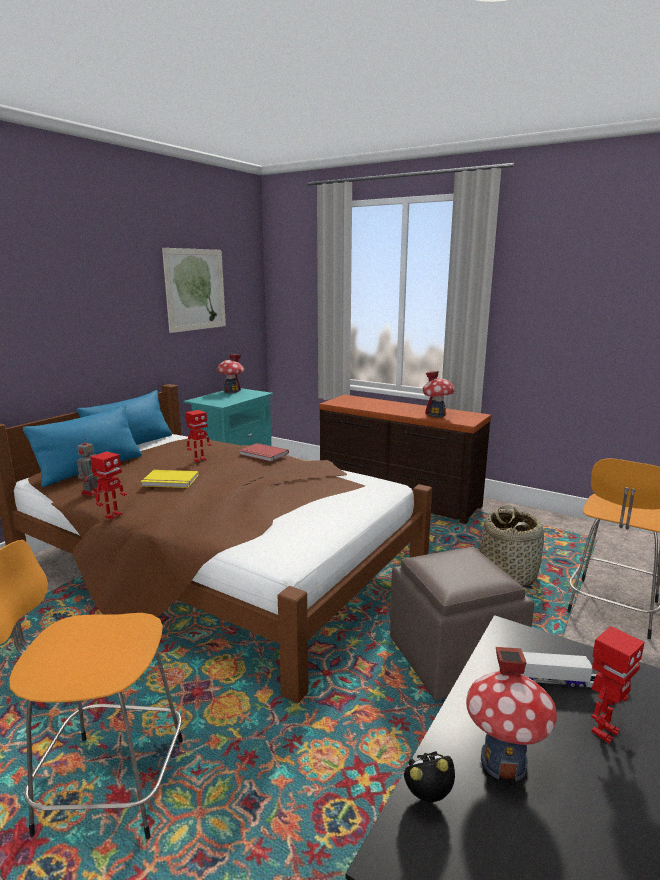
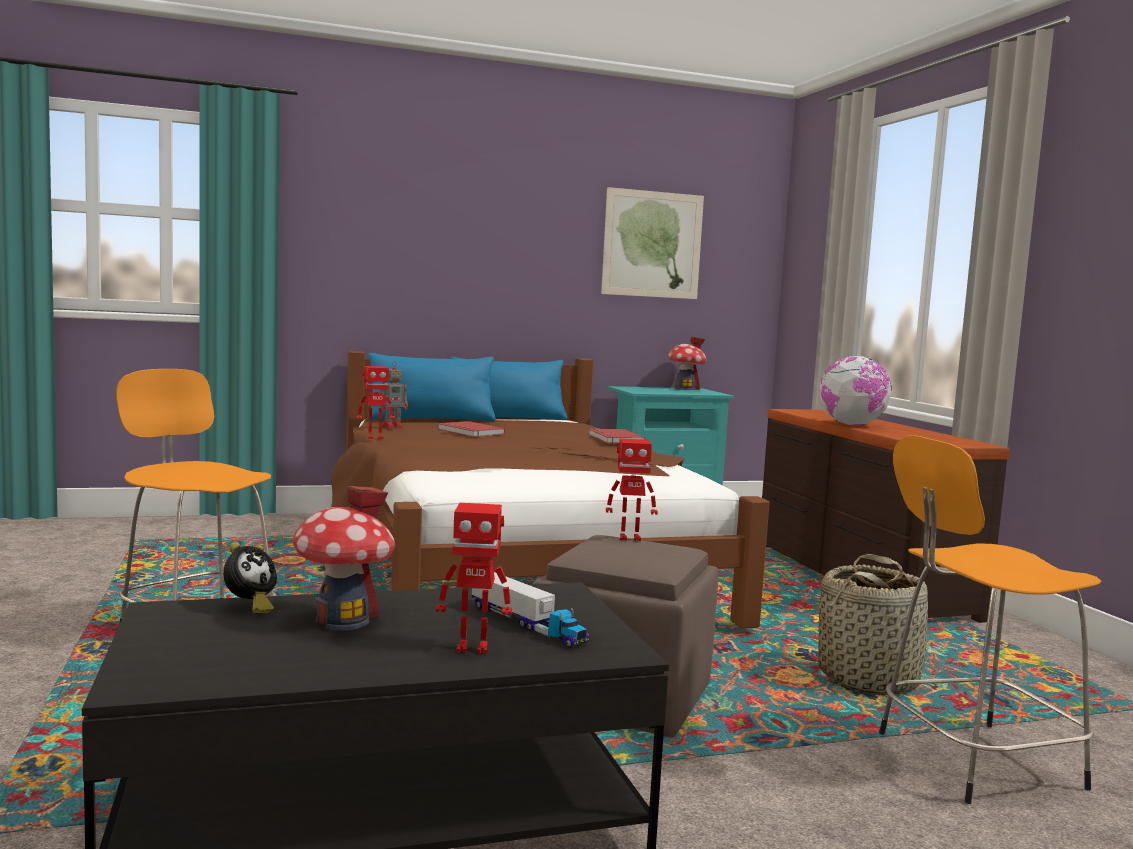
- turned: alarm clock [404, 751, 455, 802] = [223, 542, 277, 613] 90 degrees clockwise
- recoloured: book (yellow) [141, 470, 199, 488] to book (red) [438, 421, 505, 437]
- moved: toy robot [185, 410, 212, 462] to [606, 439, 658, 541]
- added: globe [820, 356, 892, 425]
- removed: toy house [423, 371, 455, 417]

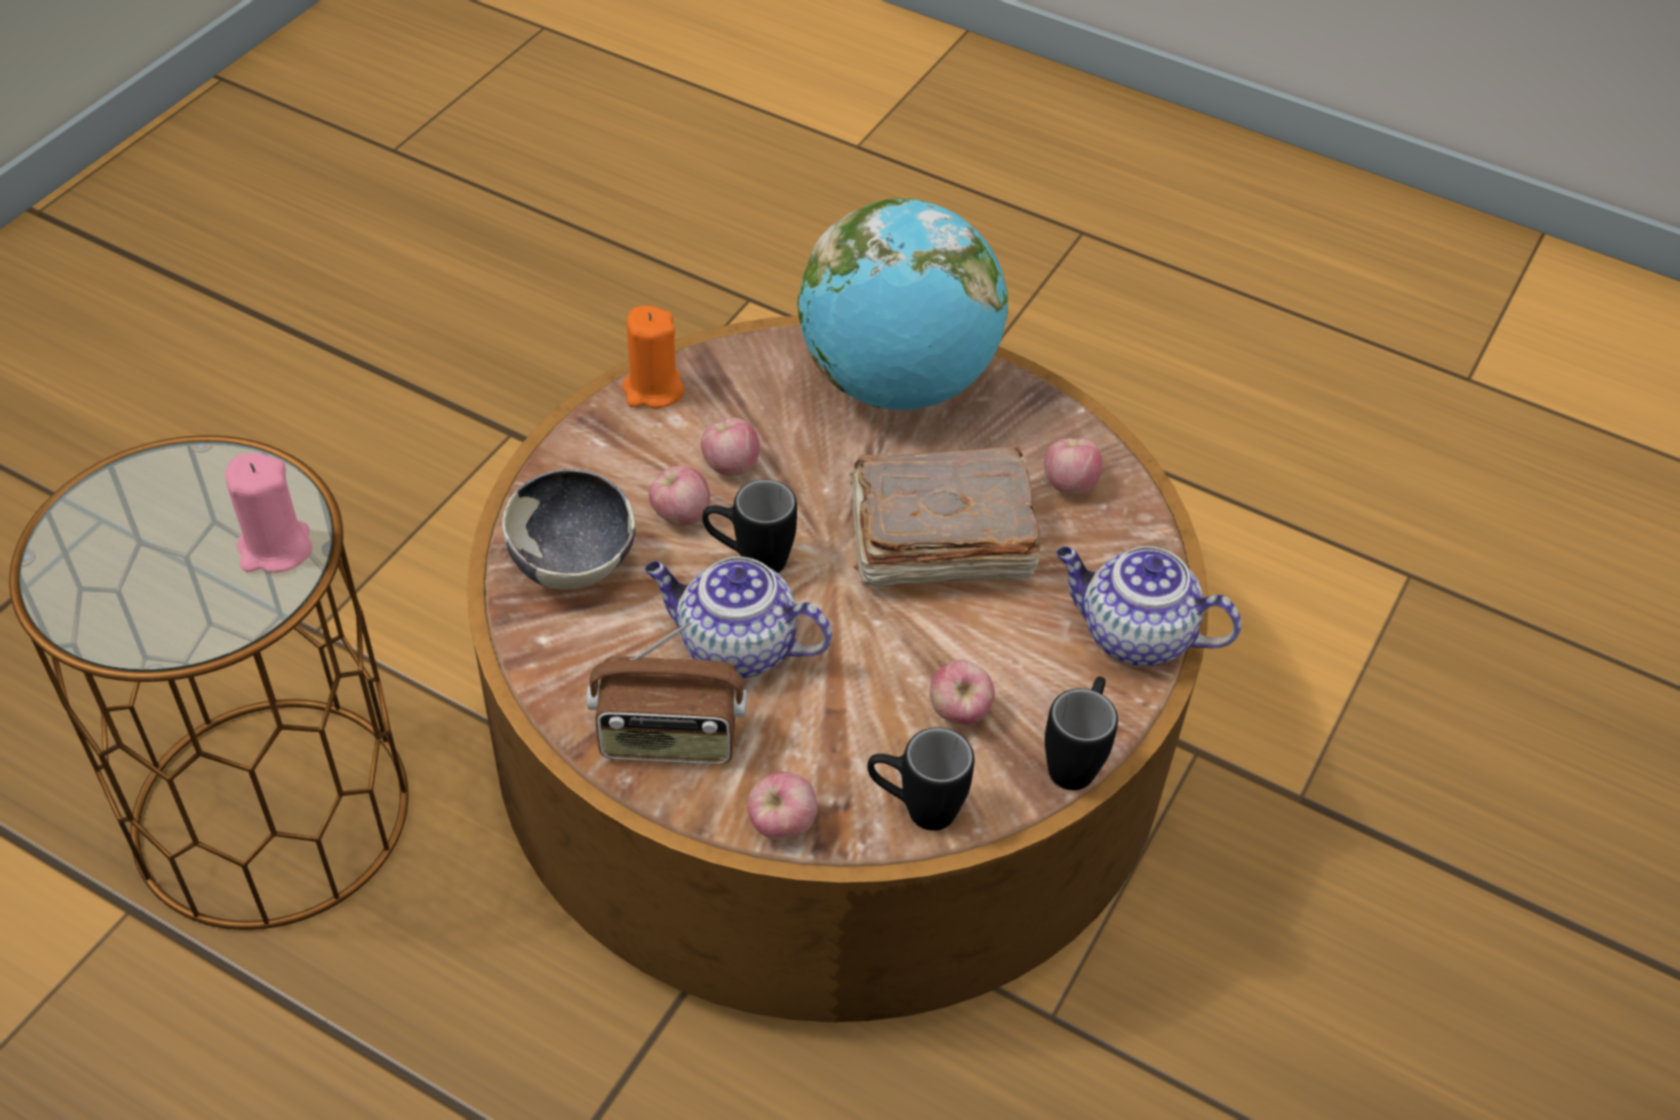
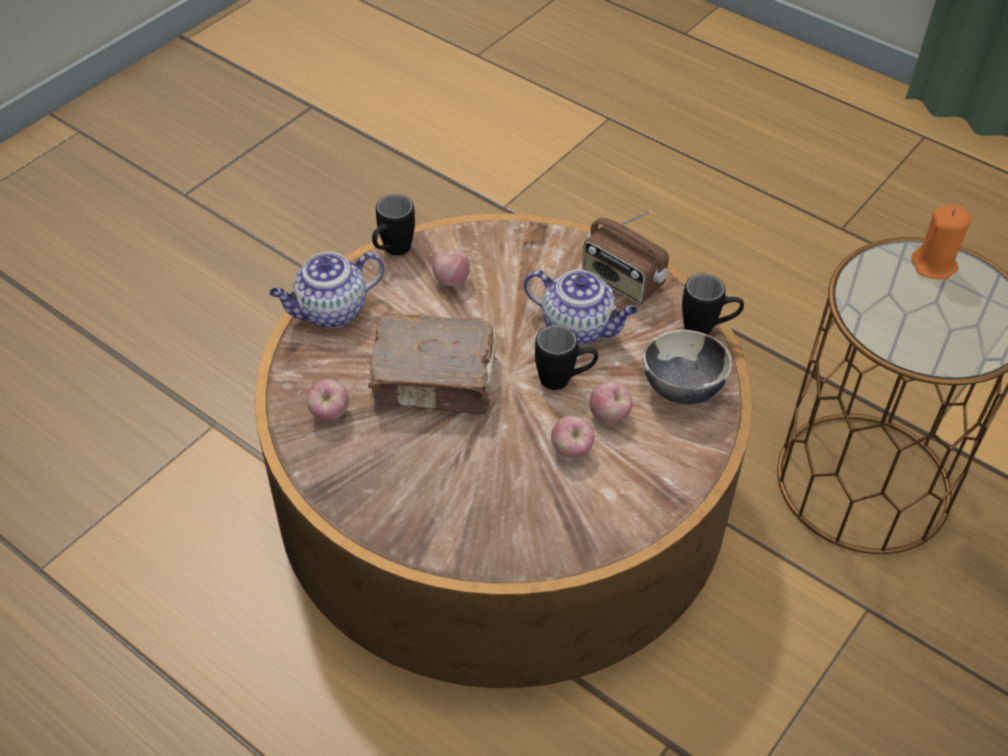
- turned: teapot [1056, 546, 1242, 667] = [269, 252, 385, 328] 120 degrees clockwise
- turned: radio [587, 621, 747, 764] = [582, 211, 669, 305] 150 degrees counterclockwise
- moved: mug (black) [867, 727, 974, 831] to [682, 273, 744, 335]
- moved: candle (orange) [622, 306, 684, 409] to [911, 205, 970, 280]
- removed: candle (pink) [225, 453, 312, 573]
- removed: apple [747, 772, 818, 840]
- removed: globe [798, 198, 1008, 410]

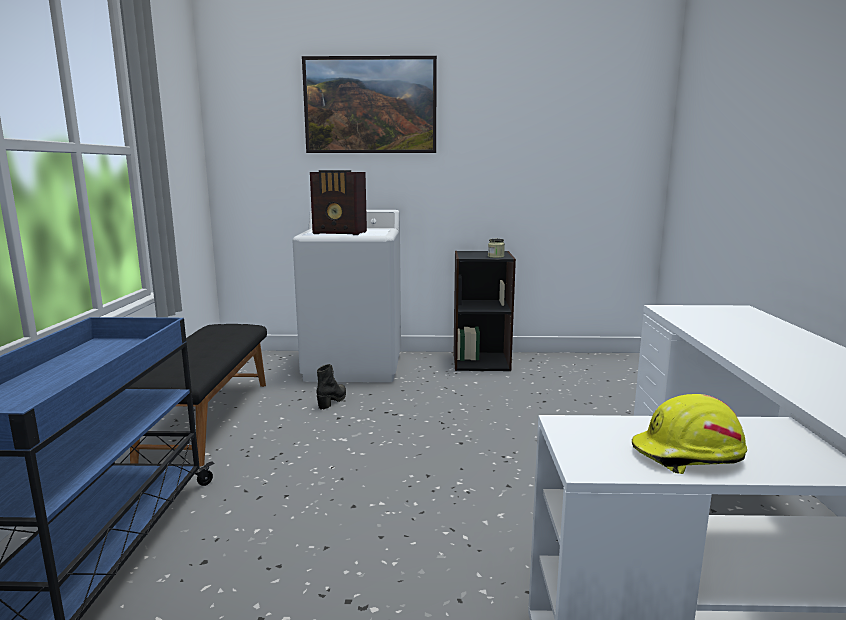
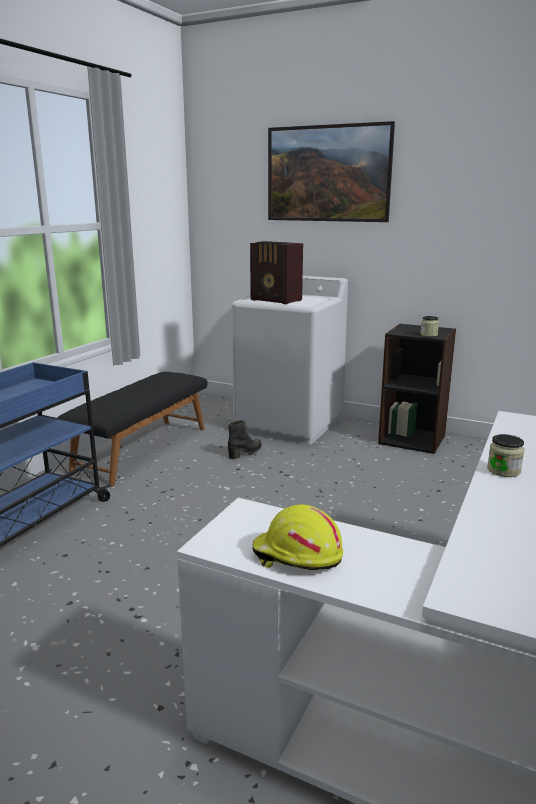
- added: jar [487, 434, 524, 477]

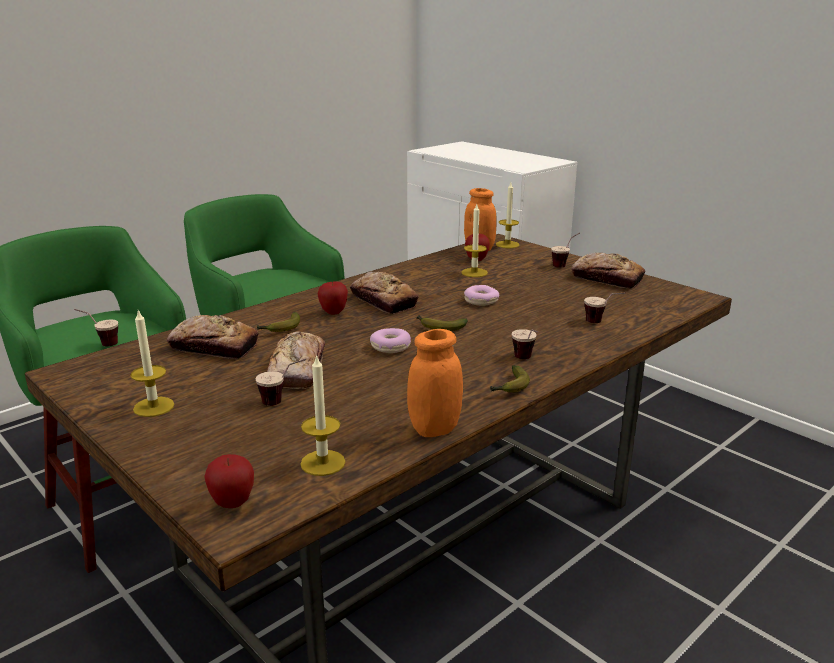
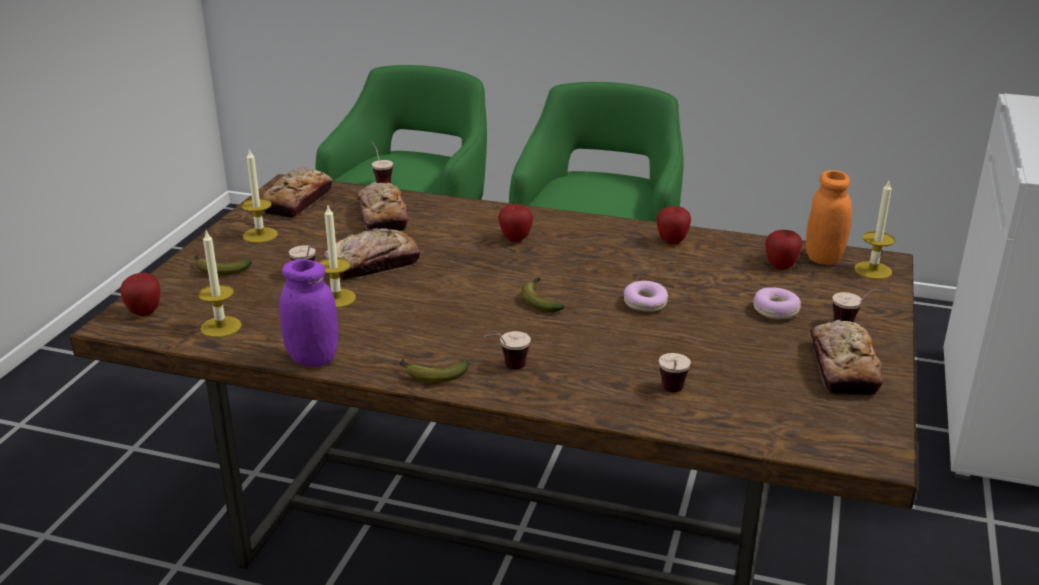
- moved: banana [257, 312, 300, 332] to [194, 255, 252, 275]
- moved: bread [350, 272, 419, 314] to [261, 167, 333, 219]
- recoloured: jar (orange) [407, 329, 463, 437] to jar (purple) [279, 259, 338, 367]
- moved: candle [461, 204, 488, 277] to [319, 206, 356, 308]
- added: apple [656, 206, 691, 244]
- moved: donut [370, 328, 411, 353] to [753, 287, 801, 319]

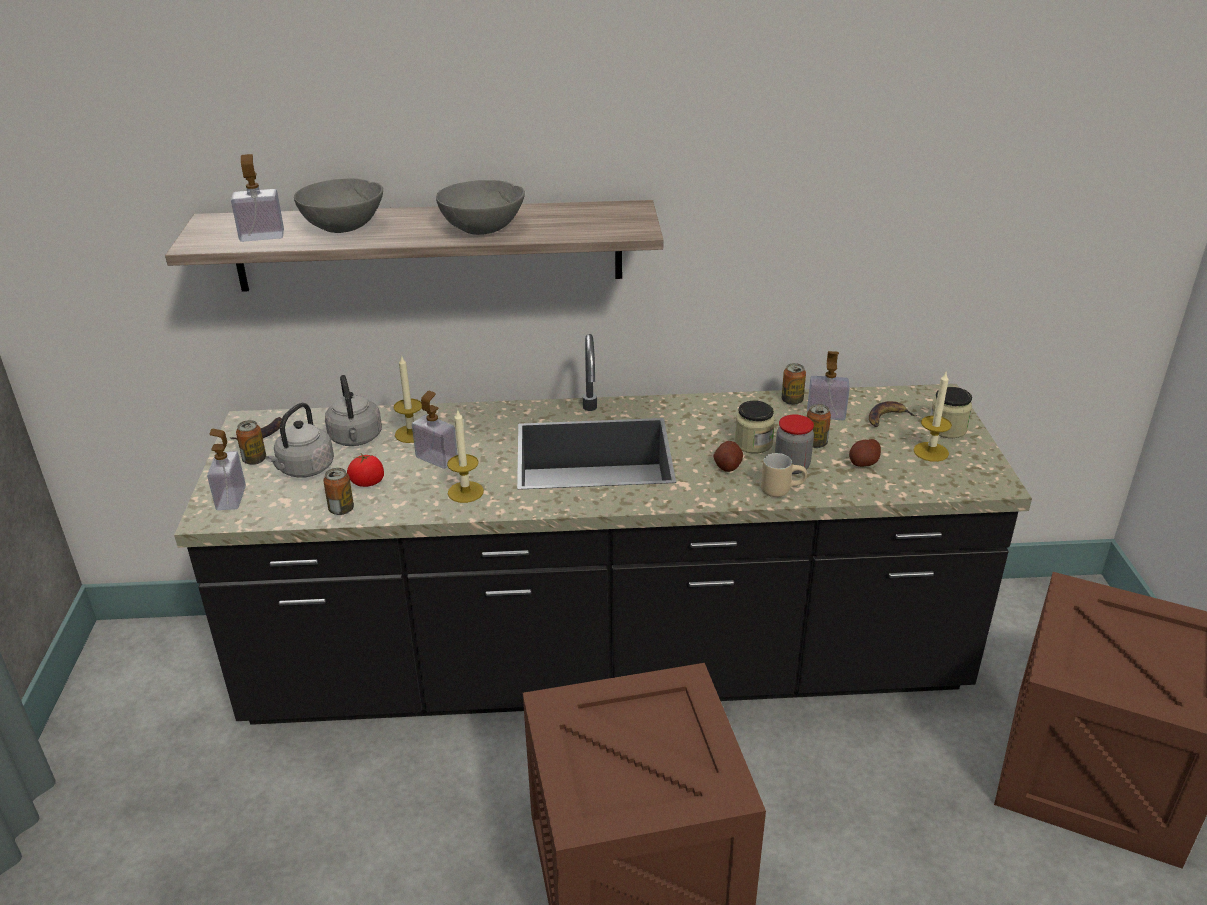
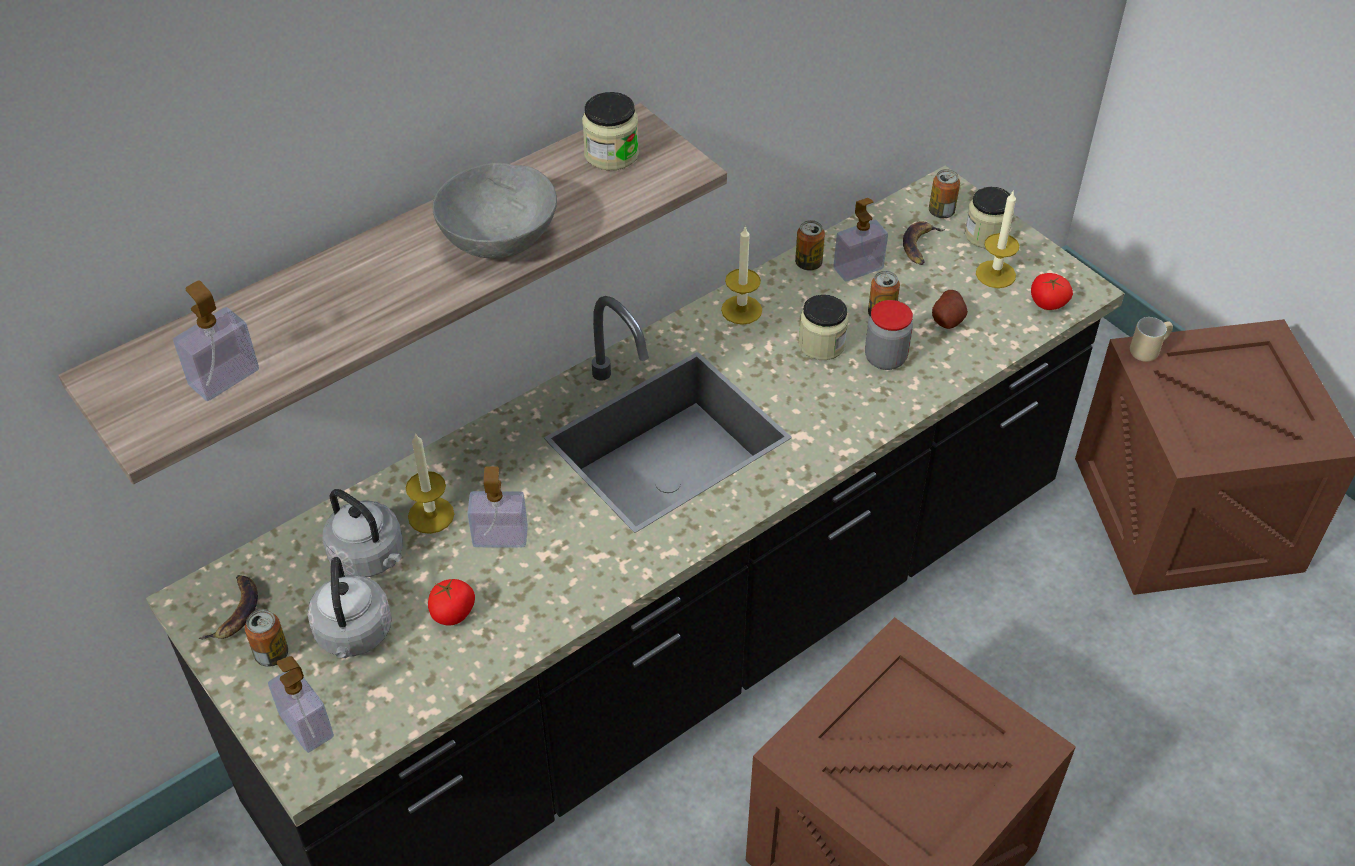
- added: jar [582, 92, 639, 170]
- moved: candle [447, 409, 484, 503] to [721, 226, 762, 325]
- moved: can [323, 468, 354, 515] to [929, 169, 960, 219]
- added: tomato [1031, 273, 1073, 310]
- moved: mug (beige) [761, 453, 807, 497] to [1130, 317, 1173, 362]
- removed: bowl (grey) [294, 178, 383, 233]
- removed: potato [713, 441, 743, 472]

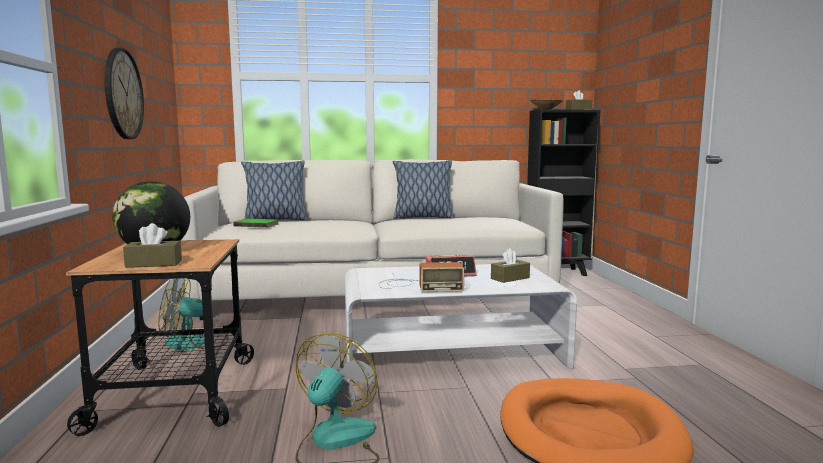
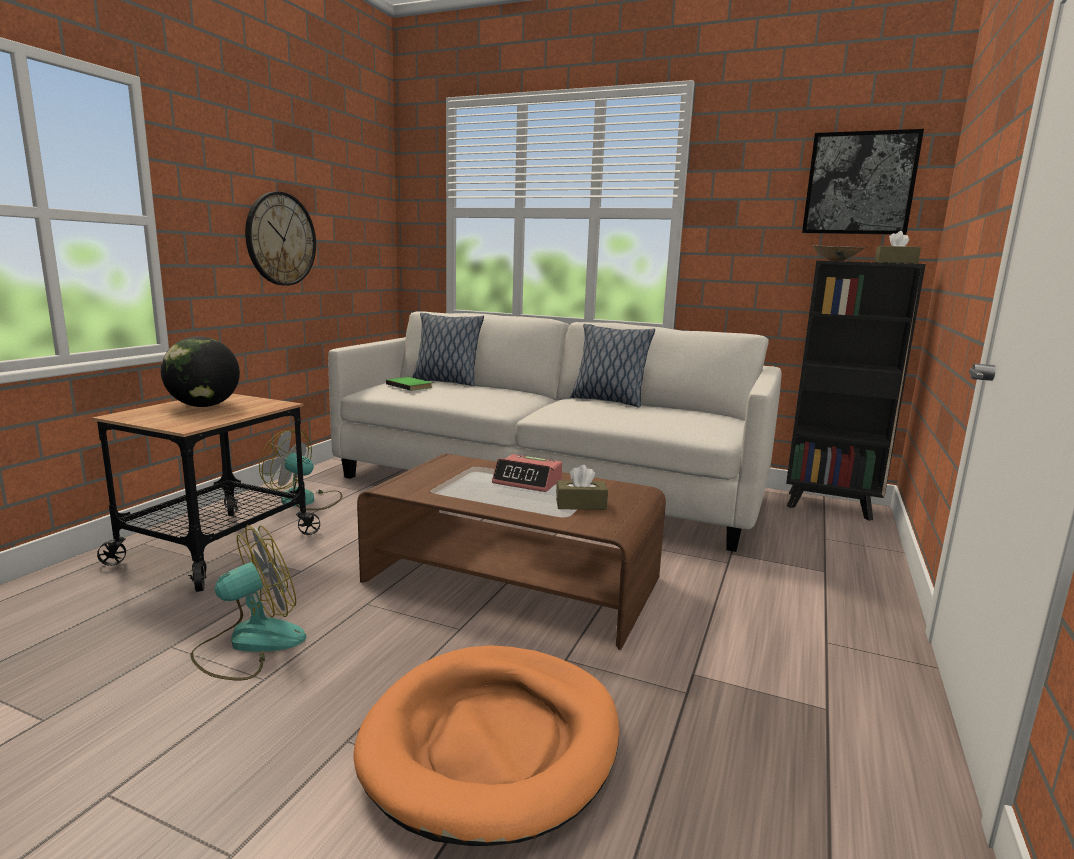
- recoloured: coffee table (white) [345, 264, 577, 382] to coffee table (brown) [357, 454, 666, 650]
- added: picture [802, 129, 924, 235]
- removed: tissue box (brown) [123, 223, 182, 268]
- removed: radio [378, 262, 464, 292]

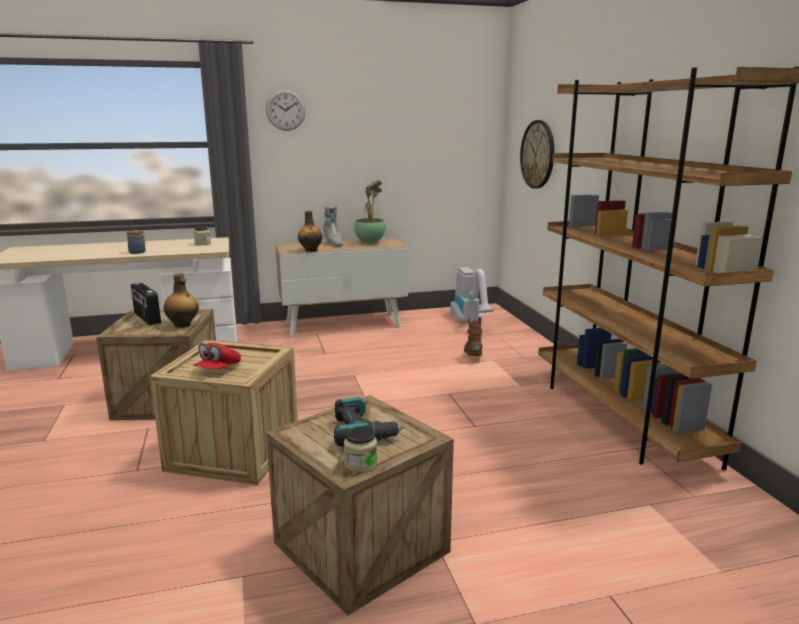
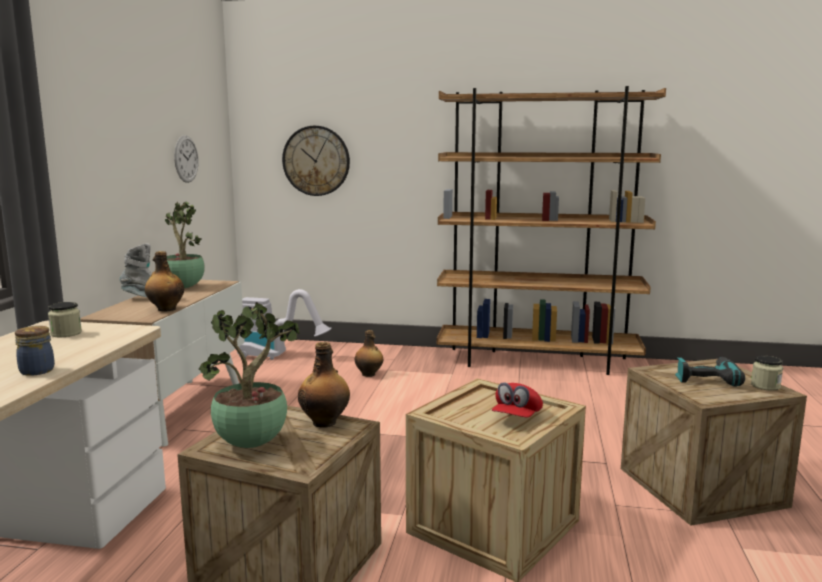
- moved: wall clock [266, 90, 306, 131] to [174, 135, 198, 183]
- replaced: radio [131, 282, 161, 325] to potted plant [199, 302, 300, 448]
- replaced: boot (brown) [464, 317, 483, 356] to bottle [355, 330, 383, 377]
- turned: cap (red) [193, 343, 241, 369] = [492, 382, 543, 418] 75 degrees clockwise

